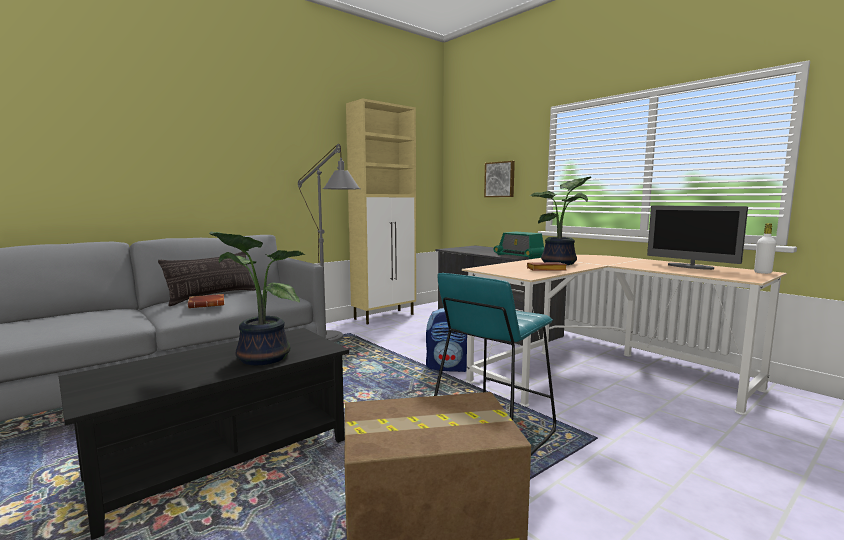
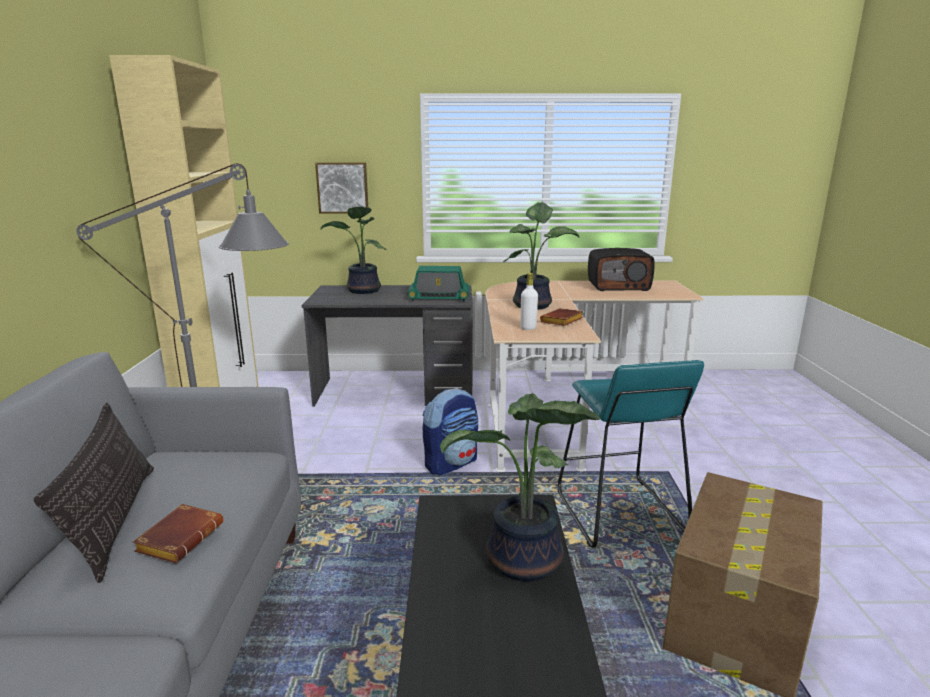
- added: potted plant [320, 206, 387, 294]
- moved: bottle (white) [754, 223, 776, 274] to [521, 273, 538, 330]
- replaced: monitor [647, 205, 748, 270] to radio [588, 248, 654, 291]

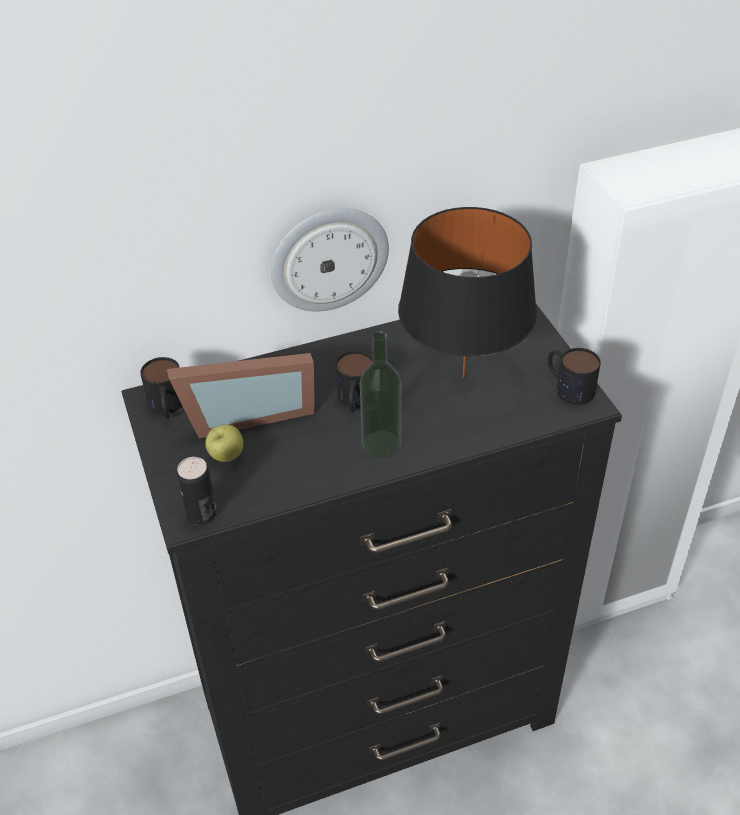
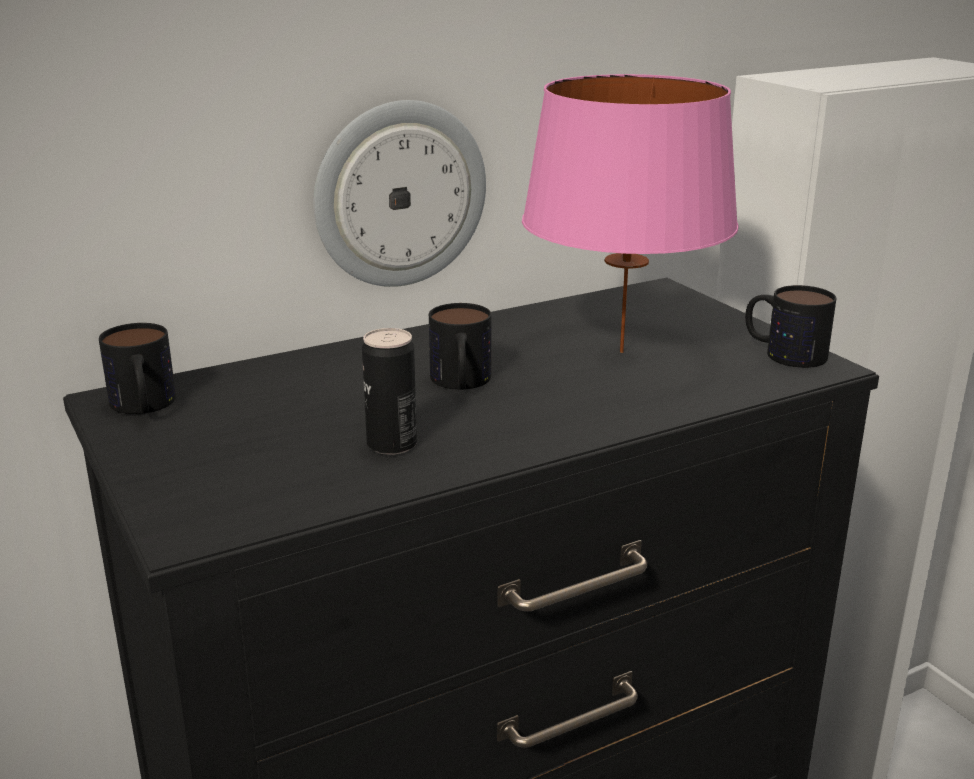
- moved: can [177, 457, 217, 525] to [362, 328, 417, 455]
- recoloured: table lamp (black) [398, 207, 537, 378] to table lamp (pink) [522, 74, 739, 353]
- removed: picture frame [167, 353, 315, 439]
- removed: apple [205, 424, 243, 462]
- removed: bottle [360, 331, 401, 458]

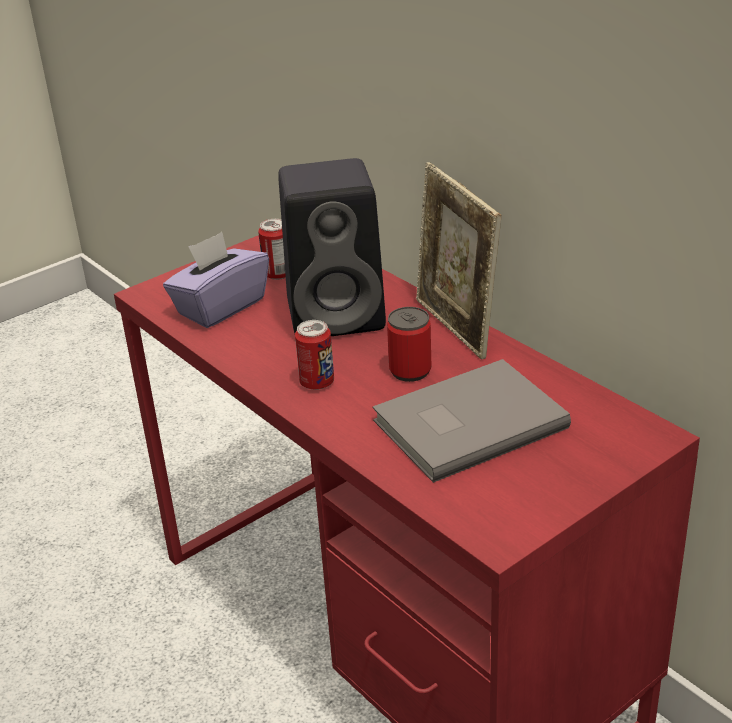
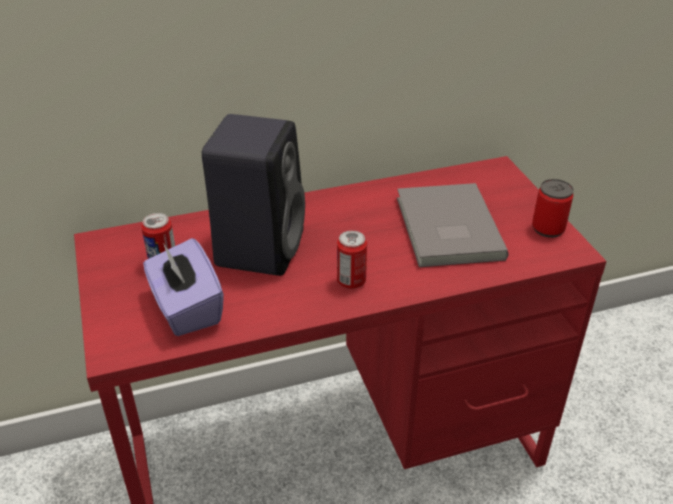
- moved: can [387, 307, 431, 382] to [532, 179, 574, 238]
- removed: picture frame [416, 162, 501, 360]

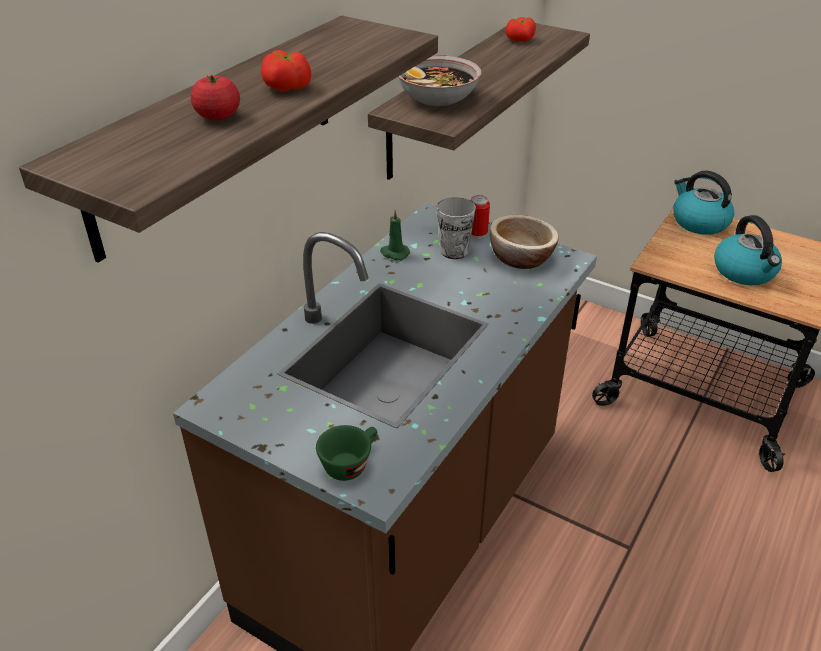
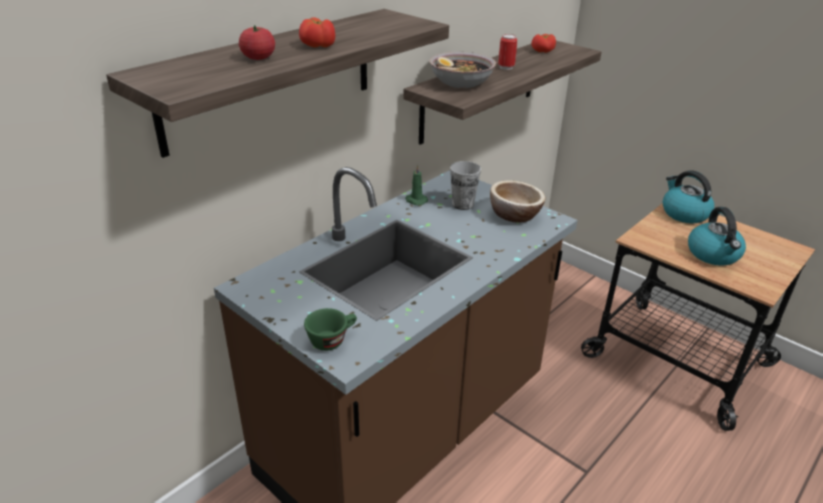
- moved: can [470, 195, 490, 239] to [498, 34, 517, 70]

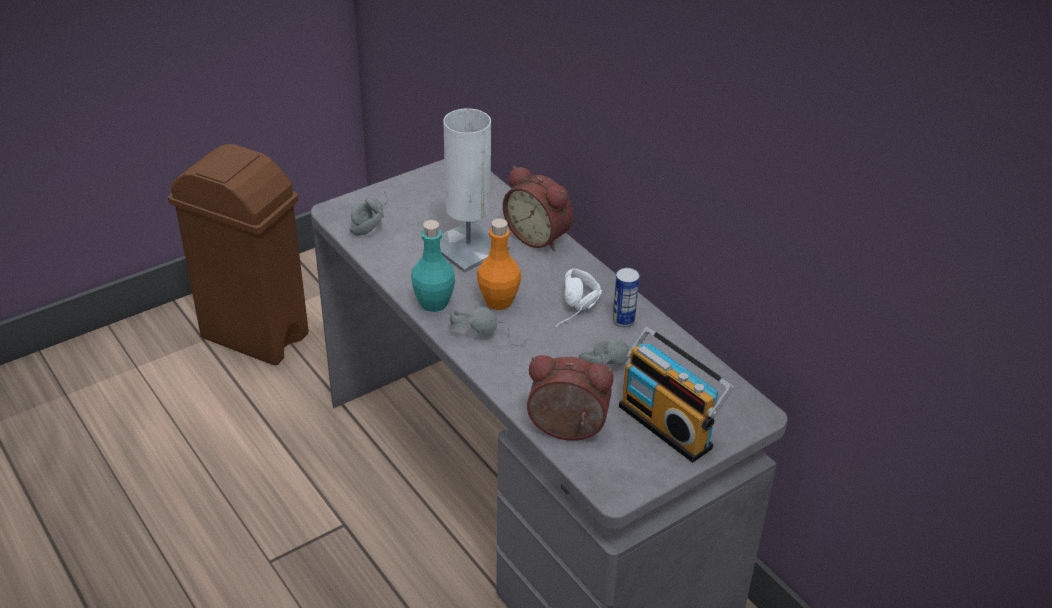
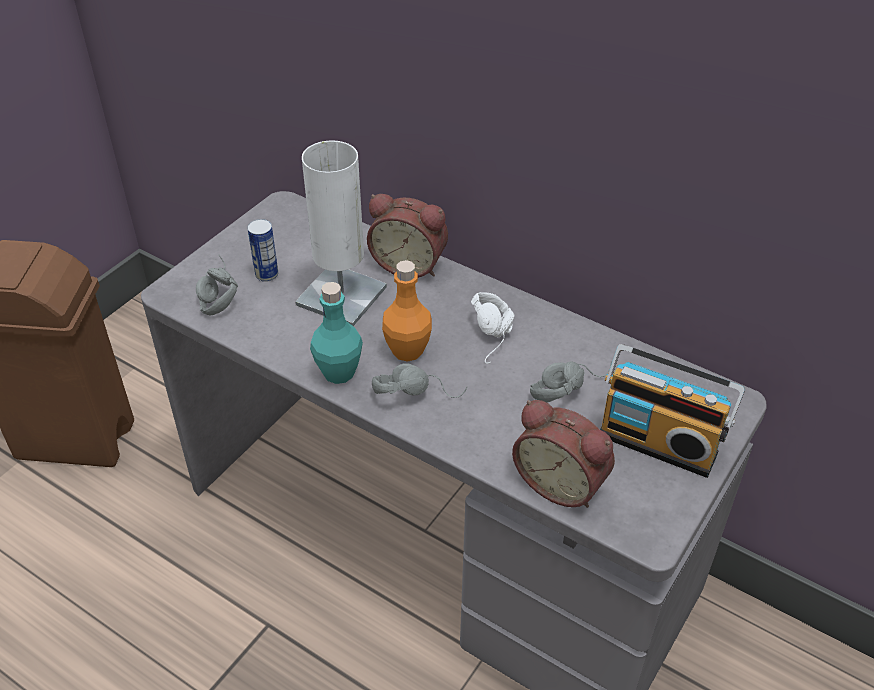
- moved: can [612, 268, 639, 328] to [247, 219, 278, 282]
- turned: alarm clock [527, 355, 613, 441] = [512, 400, 615, 508] 135 degrees counterclockwise

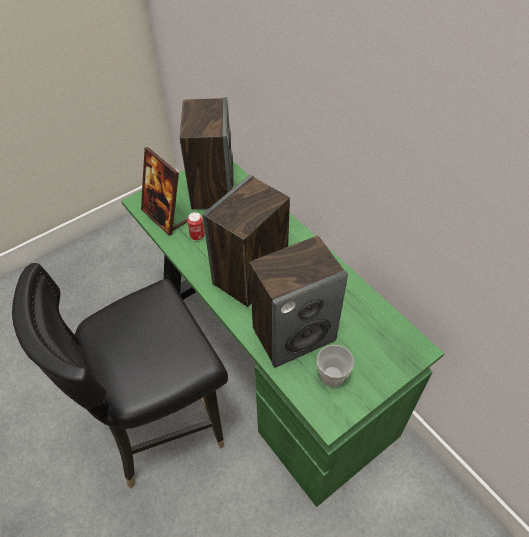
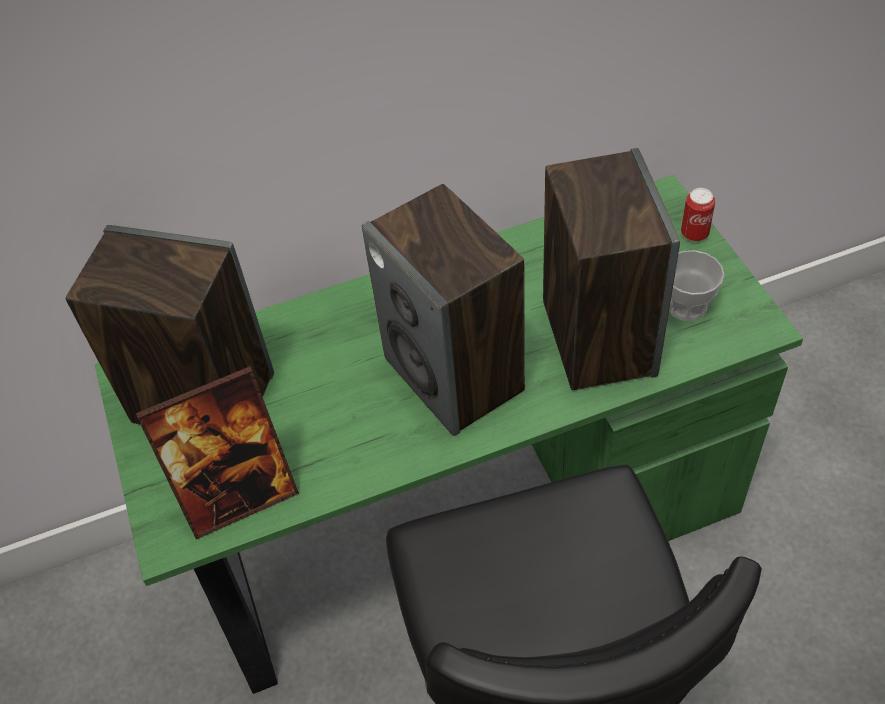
- moved: can [187, 212, 205, 240] to [681, 188, 715, 242]

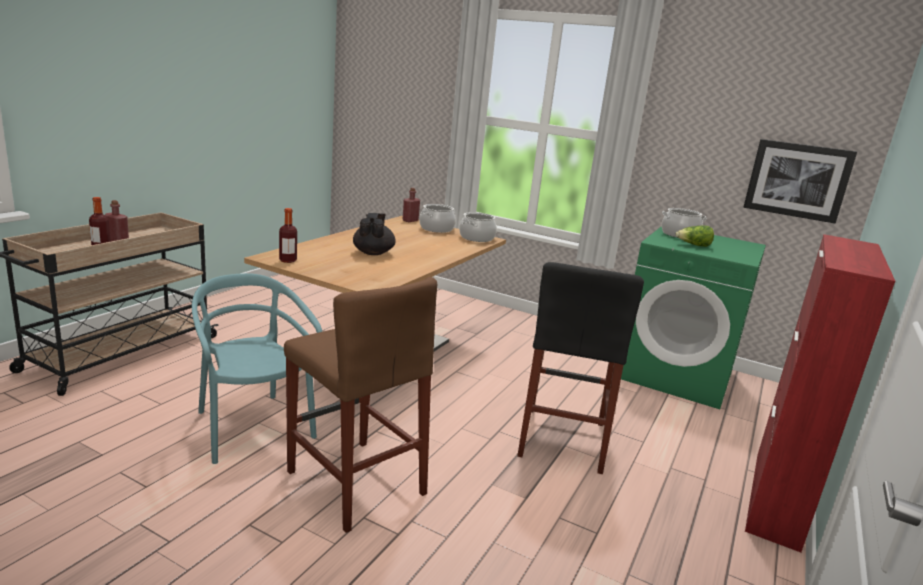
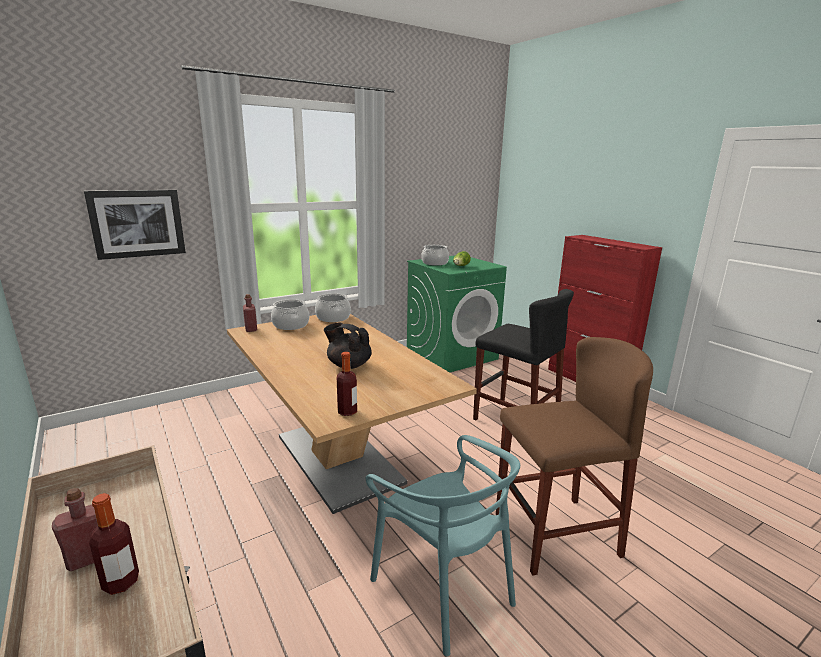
- moved: picture [743, 139, 857, 224] to [84, 190, 186, 260]
- turned: chair (turquoise) [192, 273, 322, 464] = [366, 435, 520, 657] 120 degrees counterclockwise

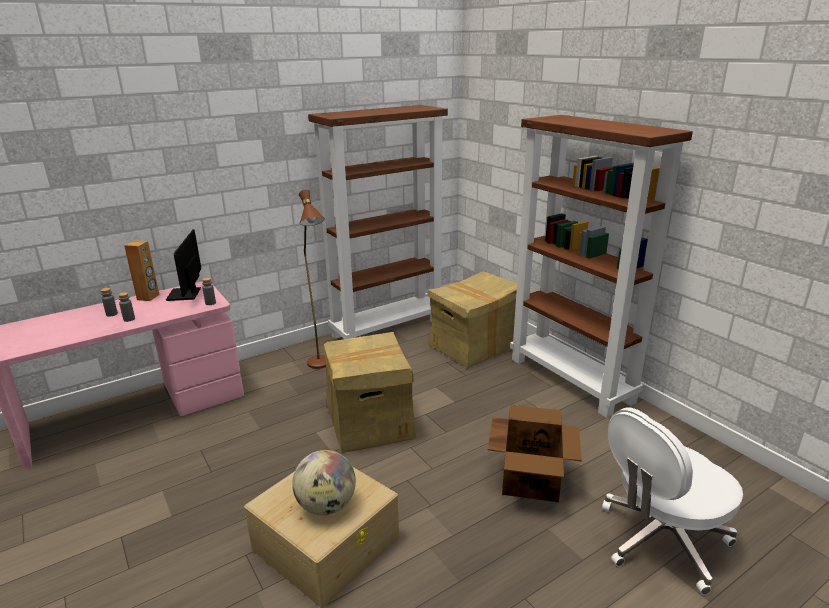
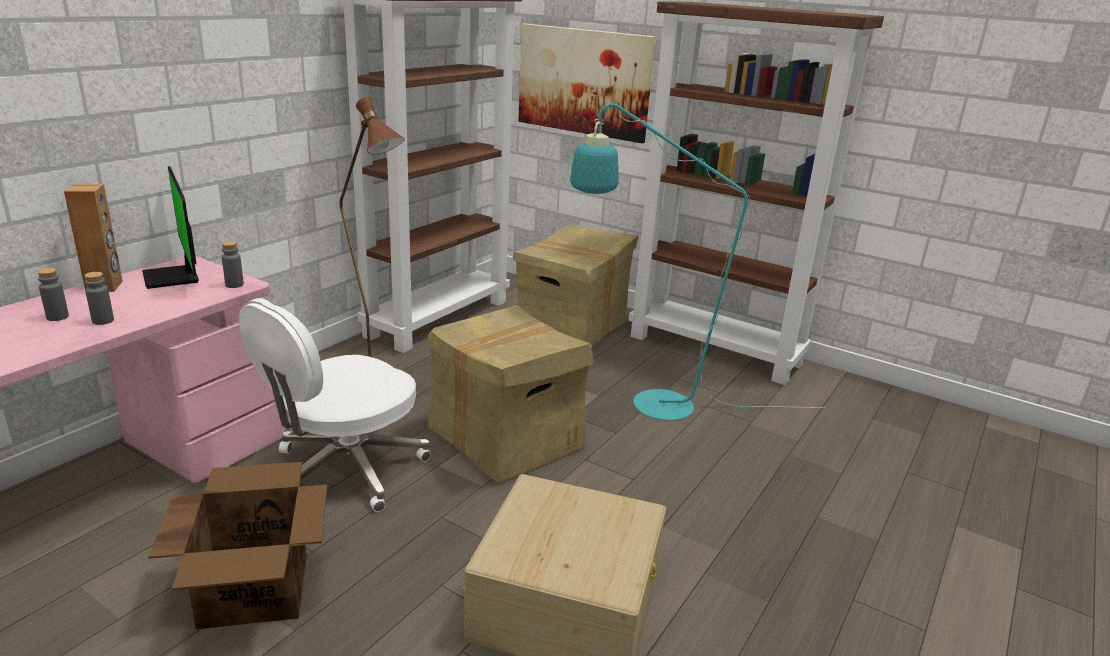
- moved: cardboard box [488, 405, 582, 502] to [148, 462, 327, 629]
- moved: office chair (white) [602, 408, 743, 595] to [239, 298, 431, 512]
- added: picture [518, 23, 656, 143]
- added: floor lamp (turquoise) [570, 101, 826, 421]
- removed: globe [292, 450, 356, 515]

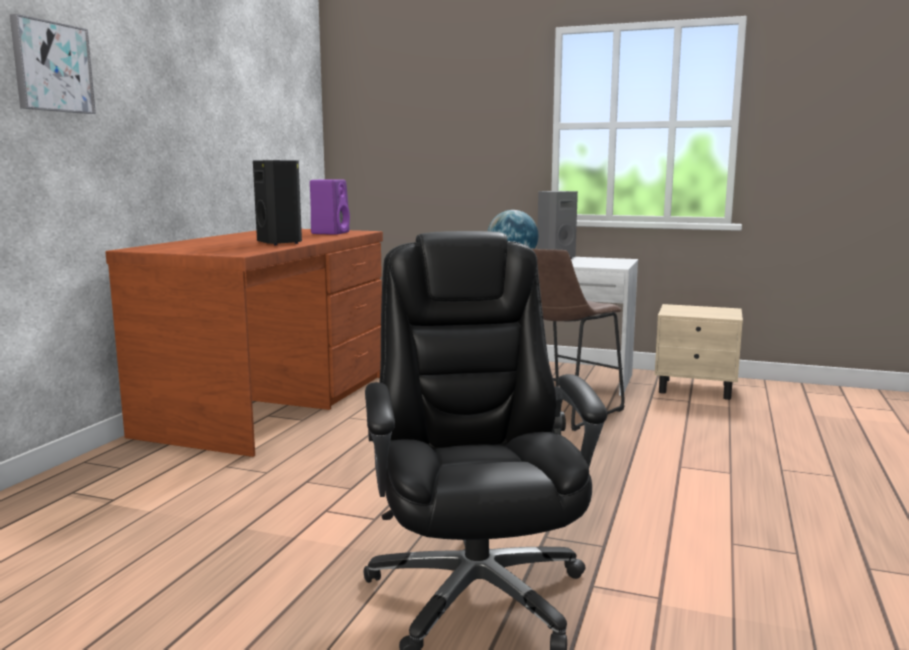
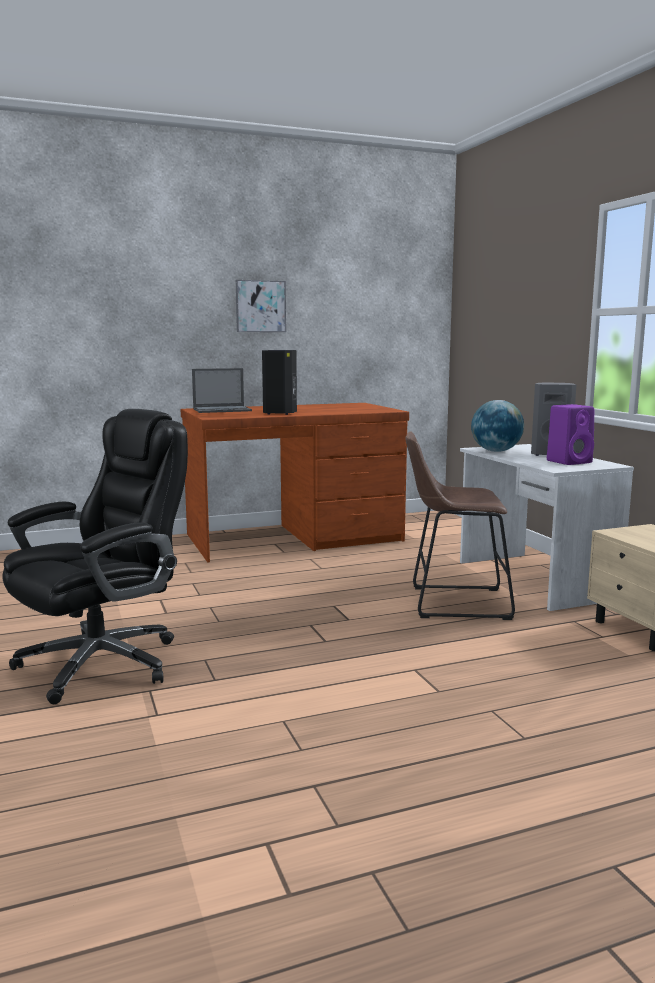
- added: laptop [192, 368, 252, 413]
- moved: picture [10, 14, 96, 114] to [236, 280, 286, 332]
- moved: speaker (purple) [310, 179, 350, 235] to [547, 404, 594, 465]

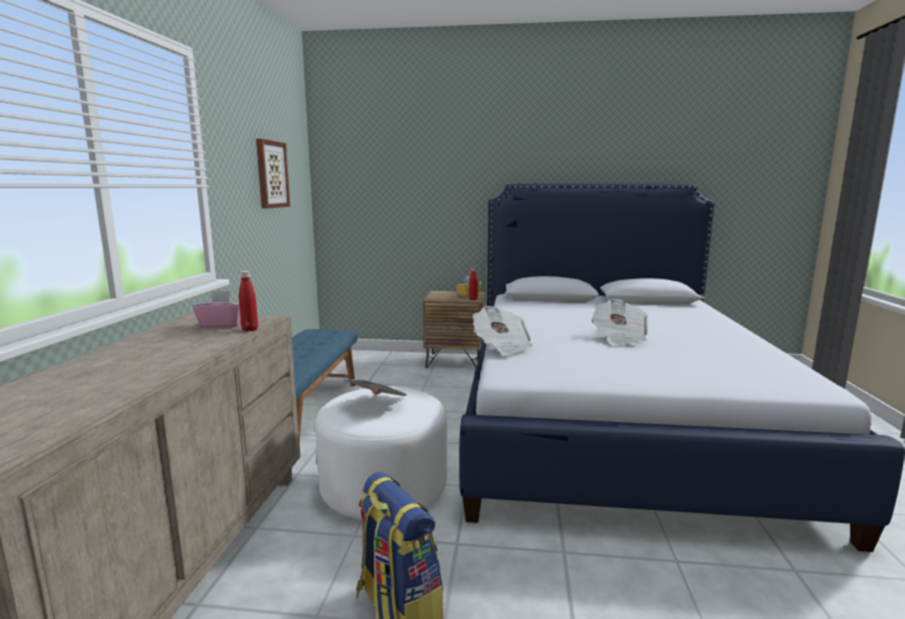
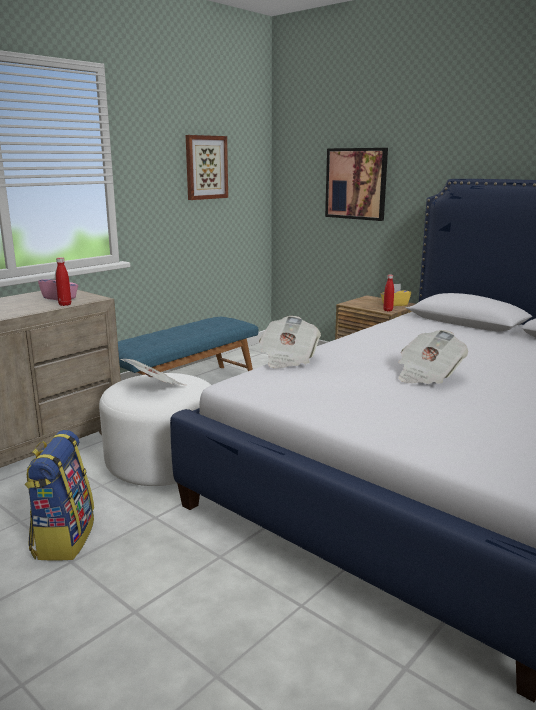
- added: picture [325, 148, 388, 221]

